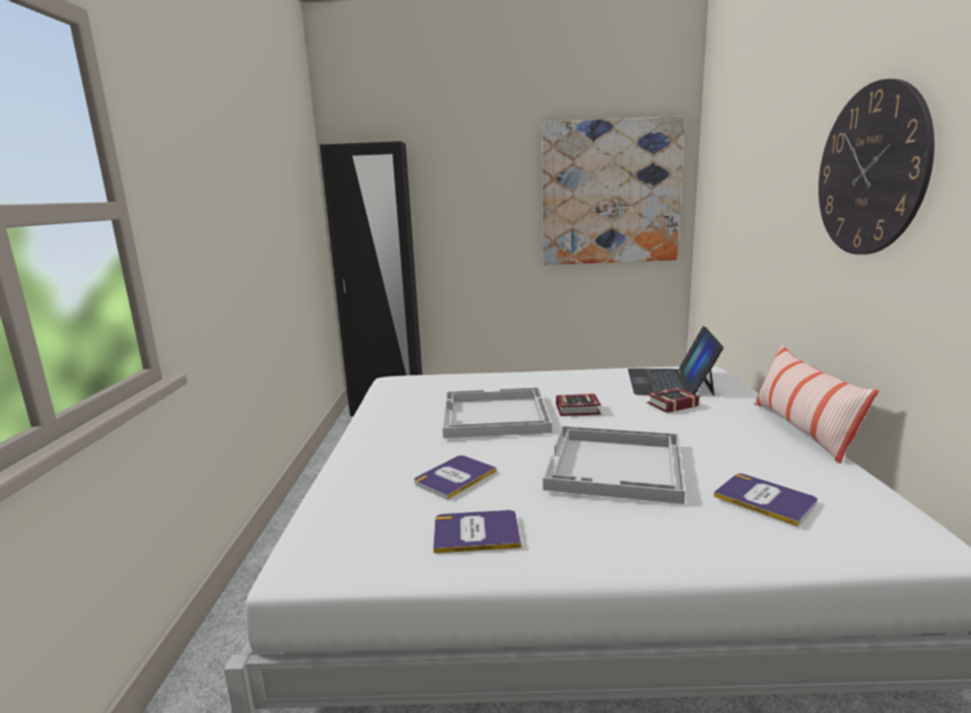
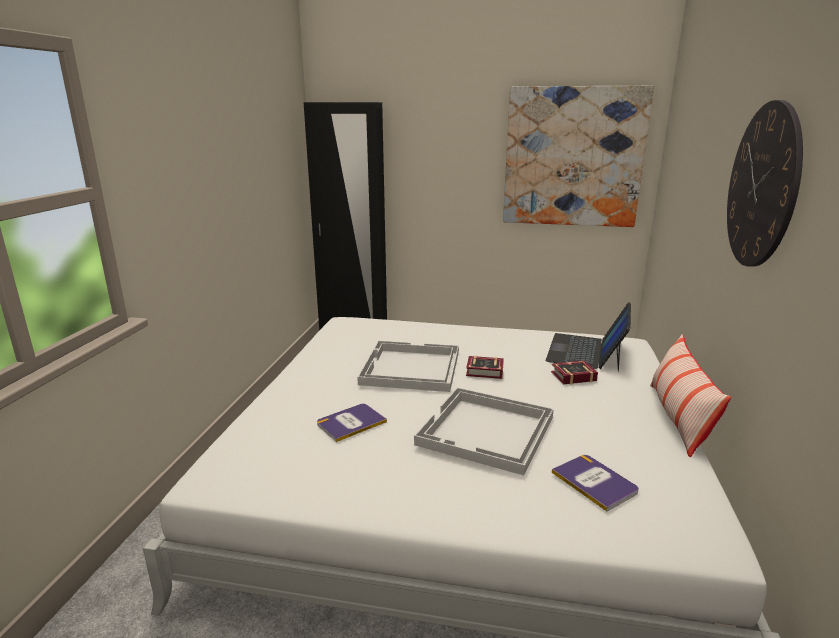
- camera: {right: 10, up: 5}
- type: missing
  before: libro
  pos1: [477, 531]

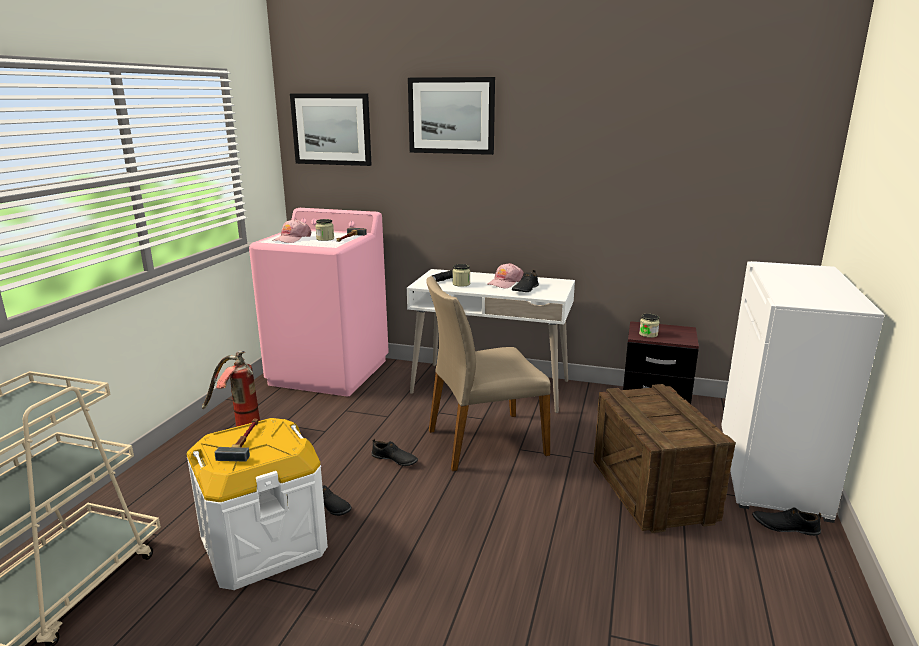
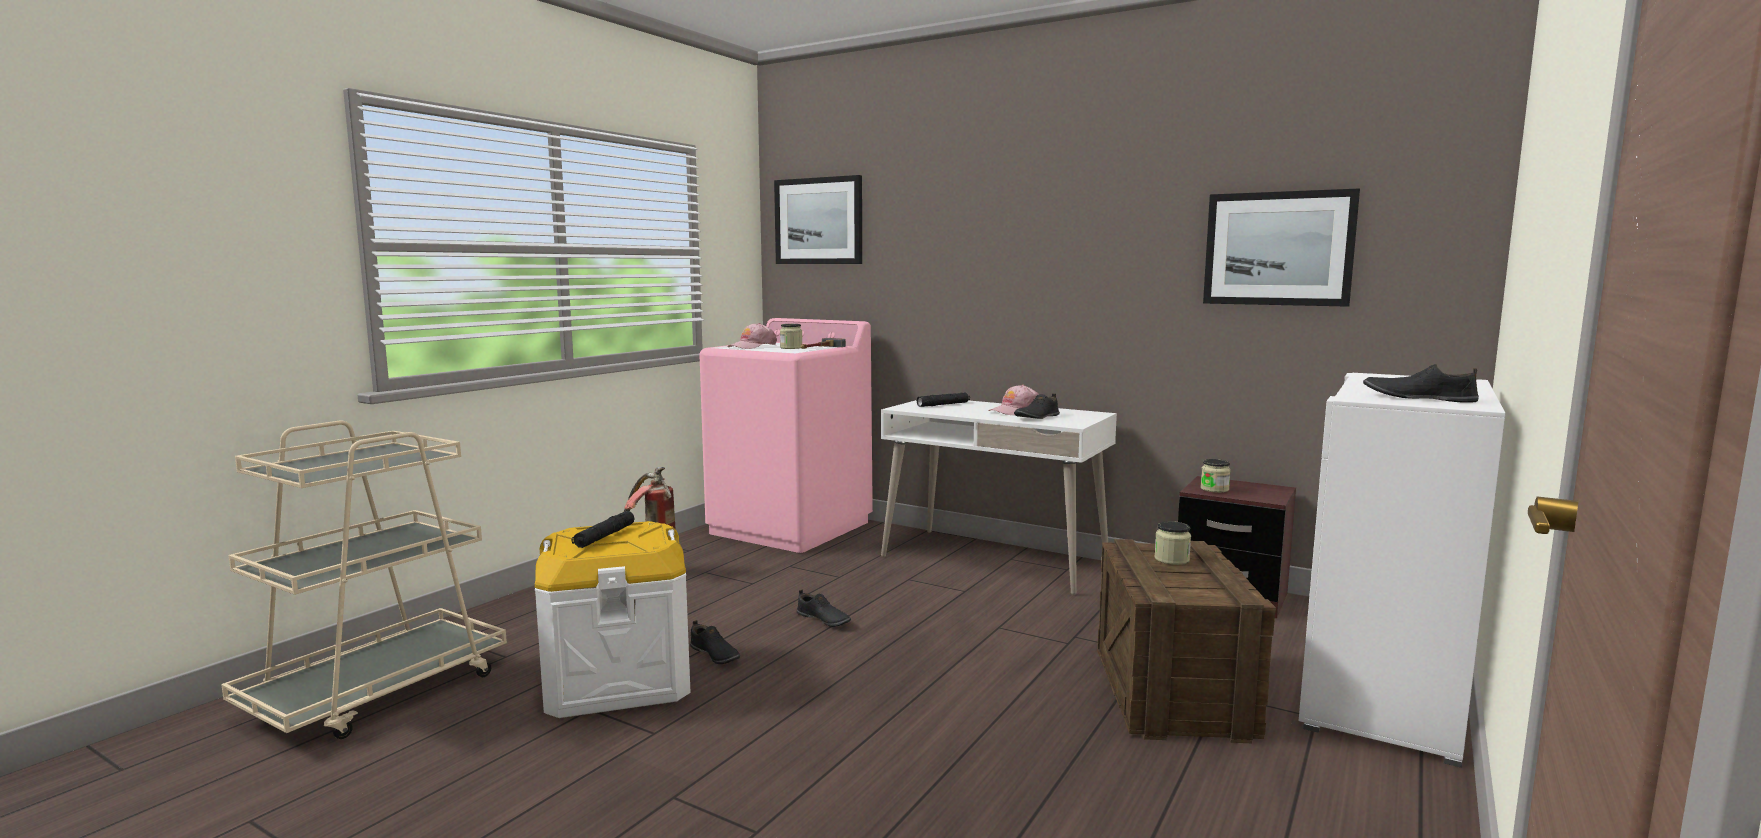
- camera: {right: 15, up: -10}
- type: missing
  before: silla (beis)
  pos1: [488, 373]
- type: relocated
  before: cuadro
  pos1: [451, 116]
  pos2: [1281, 247]
- type: relocated
  before: tarro
  pos1: [461, 275]
  pos2: [1172, 543]
- type: relocated
  before: zapato (negro)
  pos1: [787, 521]
  pos2: [1421, 383]
- type: exchanged
  before: martillo
  after: linterna (negro)
  pos1: [236, 440]
  pos2: [603, 529]

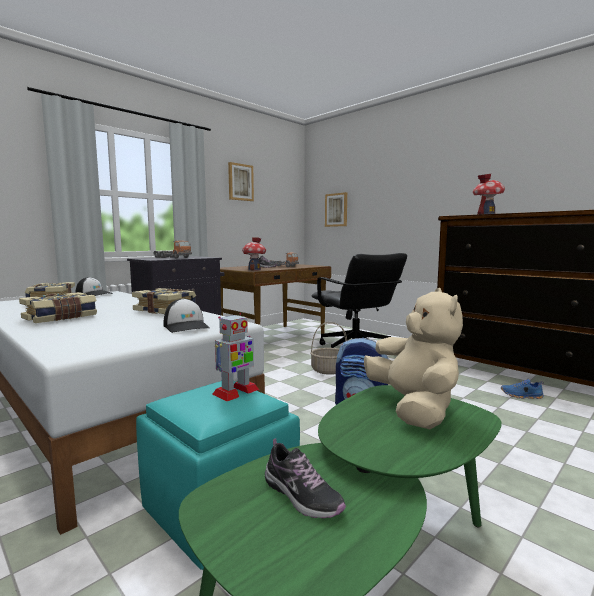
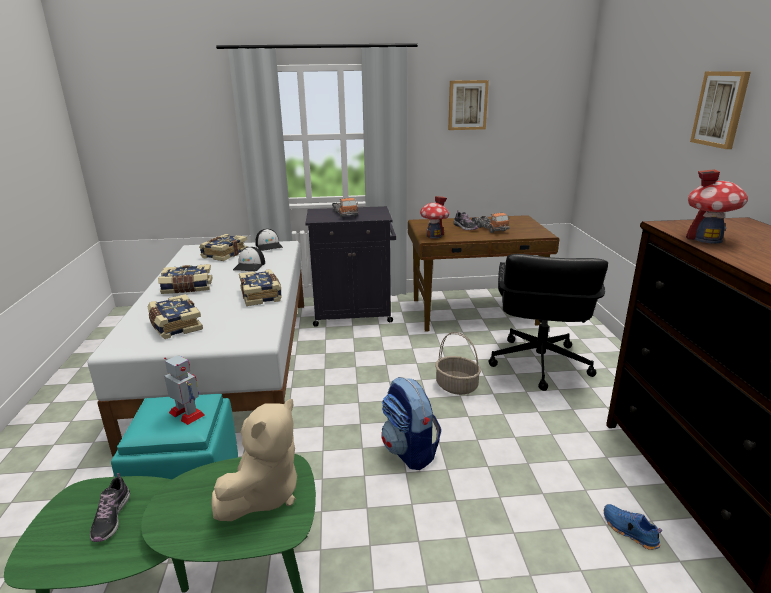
- camera: {right: 40, up: 15}
- type: appeared
  after: libro
  pos2: [175, 316]
- type: relocated
  before: gorra
  pos1: [187, 315]
  pos2: [249, 259]
- type: relocated
  before: cuadro
  pos1: [336, 209]
  pos2: [720, 110]
- type: spun
  before: robot de juguete
  pos1: [235, 357]
  pos2: [184, 390]
  turn: -135

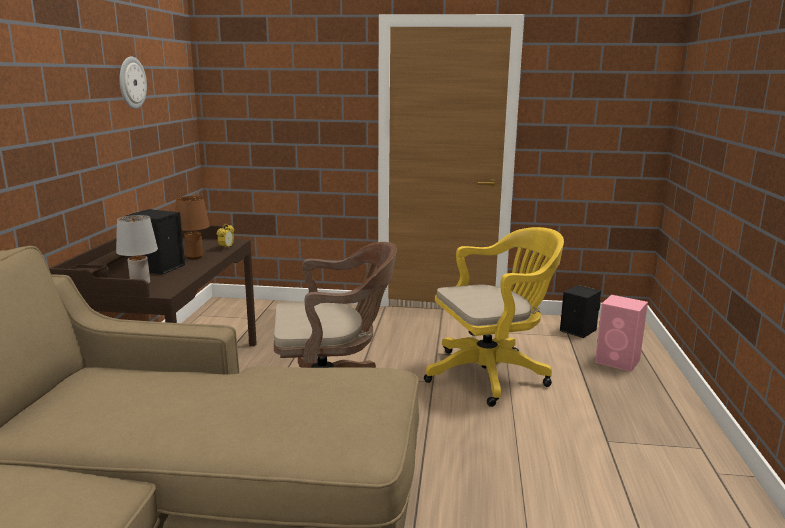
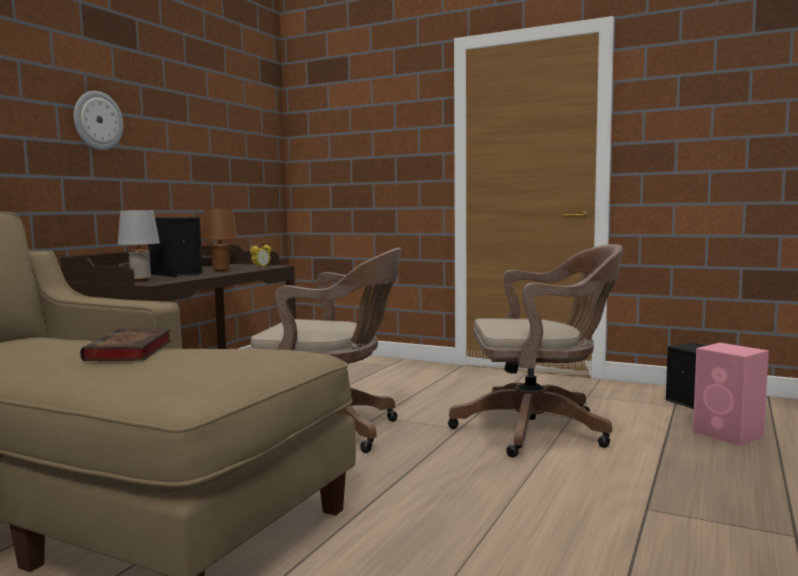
- camera: {right: 20, up: -10}
- type: appeared
  after: libro
  pos2: [126, 345]
- type: relocated
  before: reloj de pared
  pos1: [133, 82]
  pos2: [98, 120]
- type: colour
  before: silla de oficina (amarillo)
  after: silla de oficina (marrón)
  pos1: [494, 317]
  pos2: [535, 350]

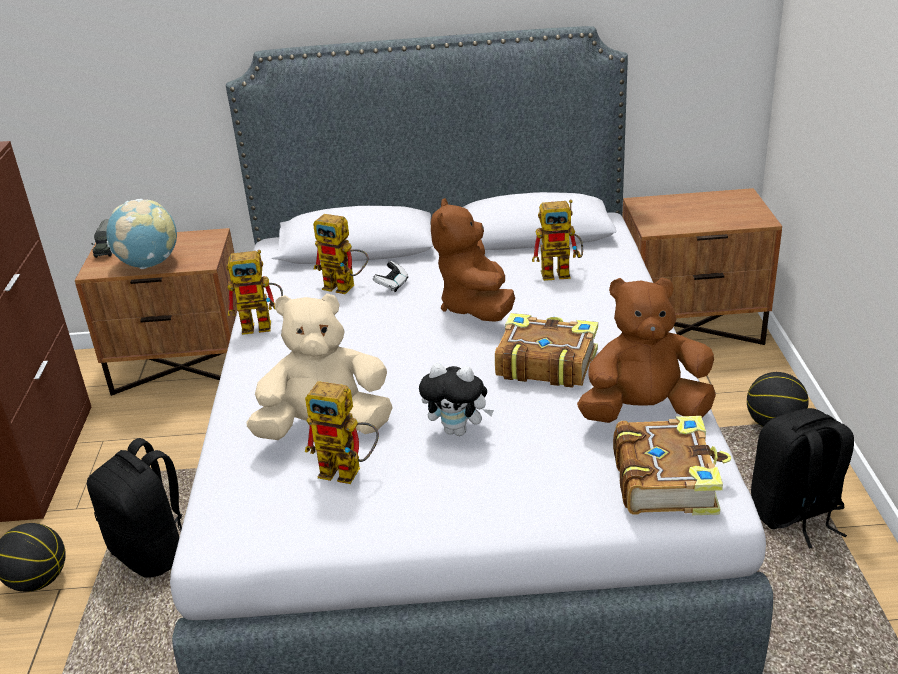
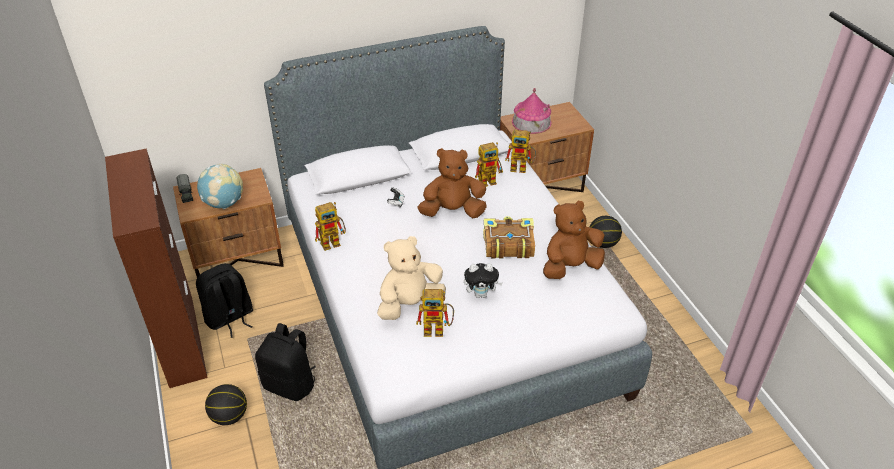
- camera: {right: -20, up: 10}
- type: missing
  before: libro
  pos1: [672, 465]
- type: appeared
  after: casita
  pos2: [532, 111]
- type: relocated
  before: robot de juguete
  pos1: [340, 254]
  pos2: [520, 151]
- type: relocated
  before: mochila (negro)
  pos1: [802, 478]
  pos2: [224, 300]
- type: spun
  before: peluche (marrón)
  pos1: [473, 260]
  pos2: [452, 183]
  turn: 105

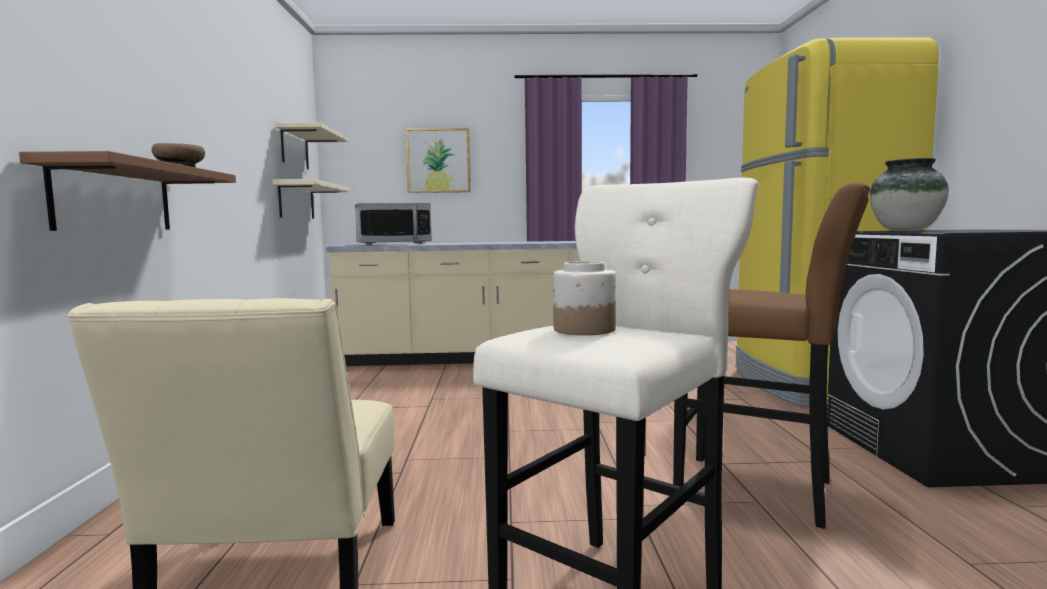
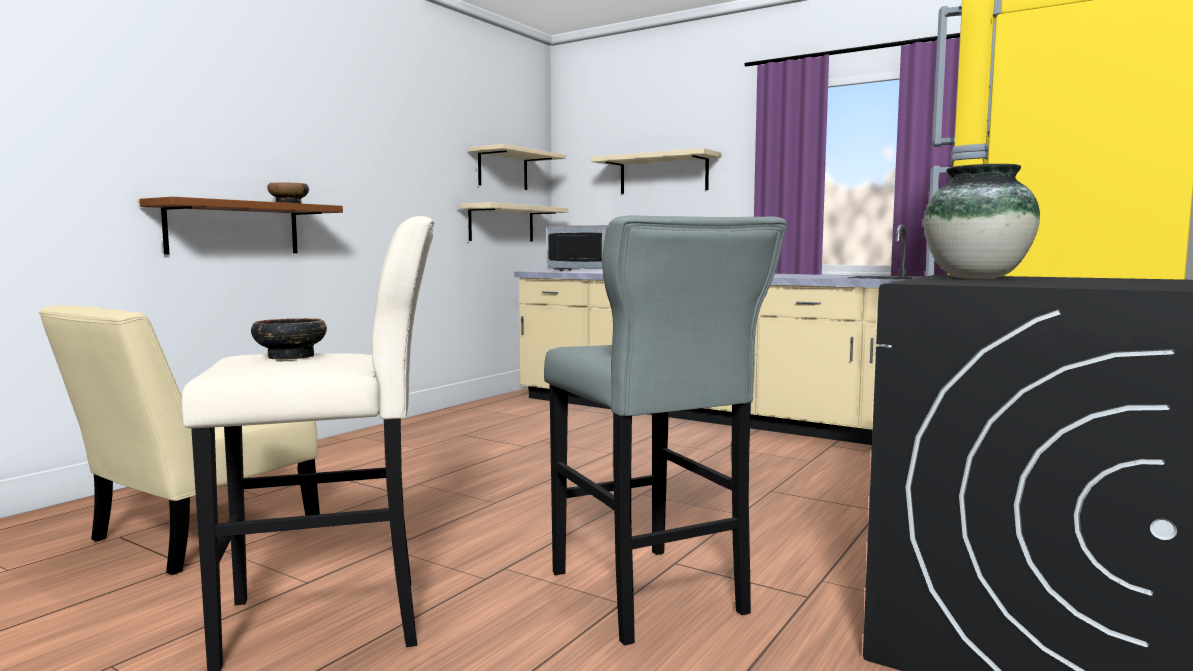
- camera: {right: 35, up: 0}
- type: exchanged
  before: cuadro
  after: estante (beis)
  pos1: [438, 160]
  pos2: [655, 171]
- type: exchanged
  before: tarro
  after: cuenco
  pos1: [584, 298]
  pos2: [289, 339]
- type: colour
  before: taburete (marrón)
  after: taburete (gris)
  pos1: [771, 356]
  pos2: [665, 430]

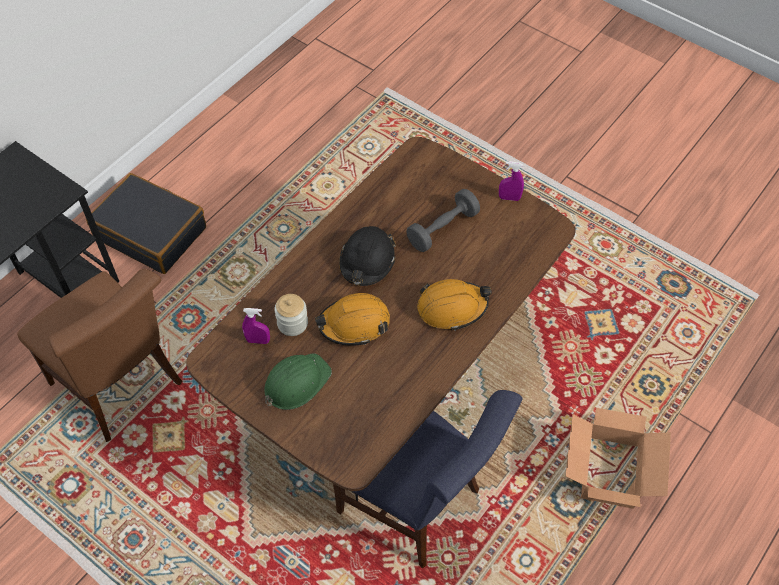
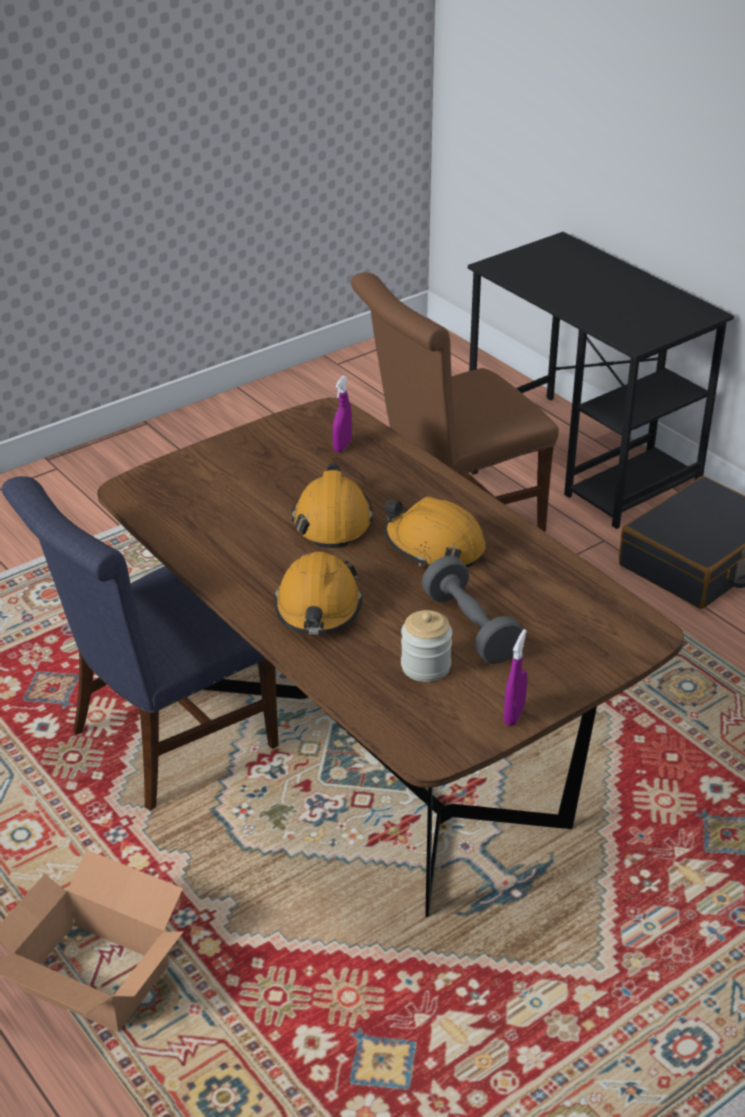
- camera: {right: 105, up: -20}
- type: missing
  before: casco (verde)
  pos1: [298, 381]
- type: relocated
  before: tarro
  pos1: [291, 315]
  pos2: [426, 646]
- type: colour
  before: casco (negro)
  after: casco (naranja)
  pos1: [367, 256]
  pos2: [435, 532]

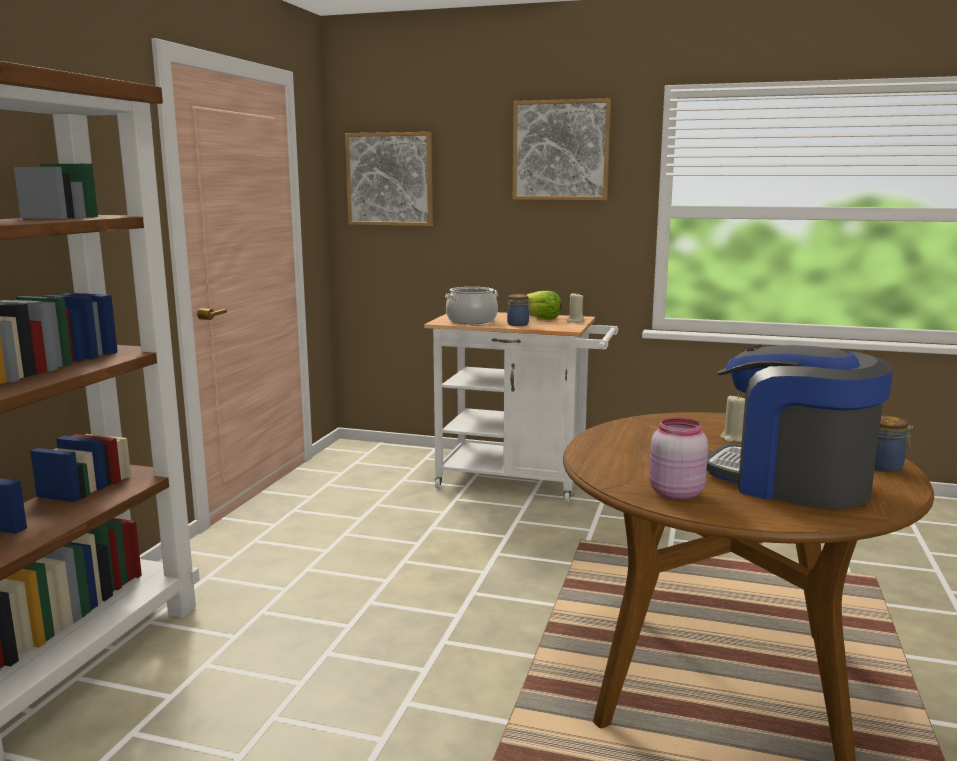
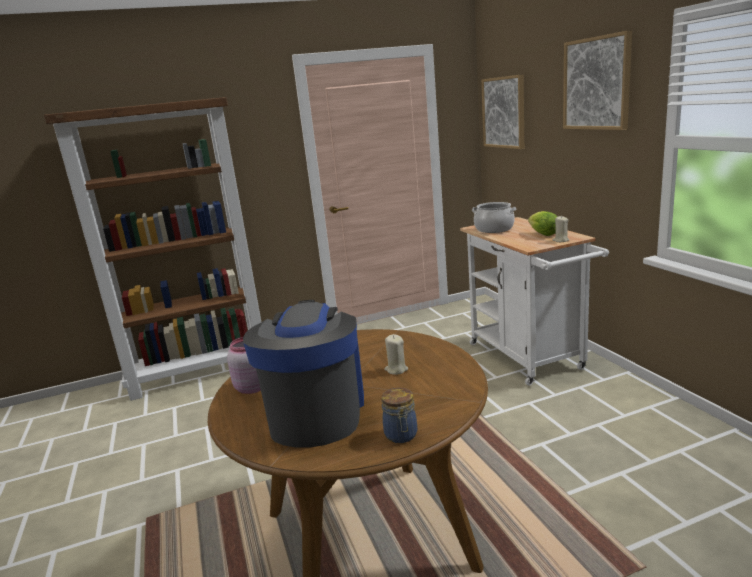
- camera: {right: 55, up: 5}
- type: missing
  before: tarro
  pos1: [519, 310]

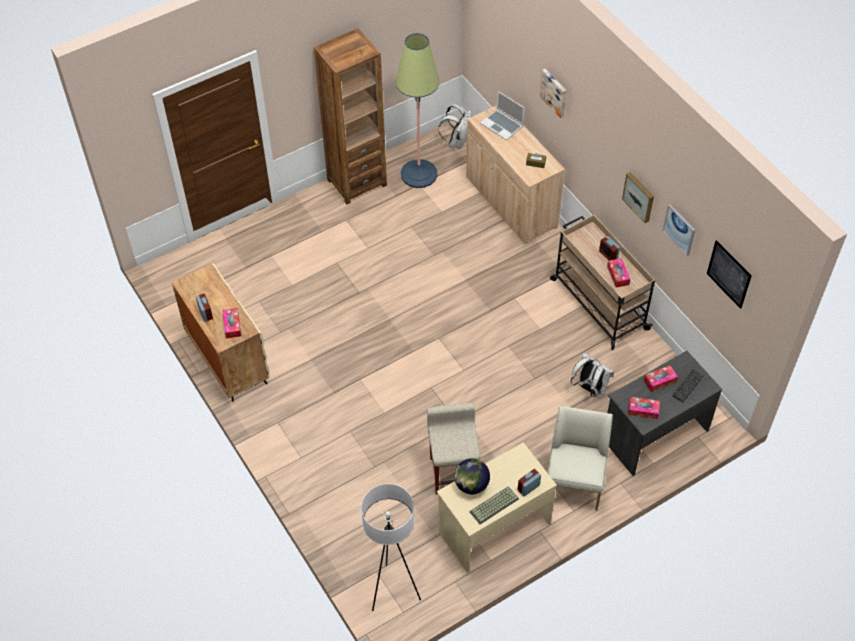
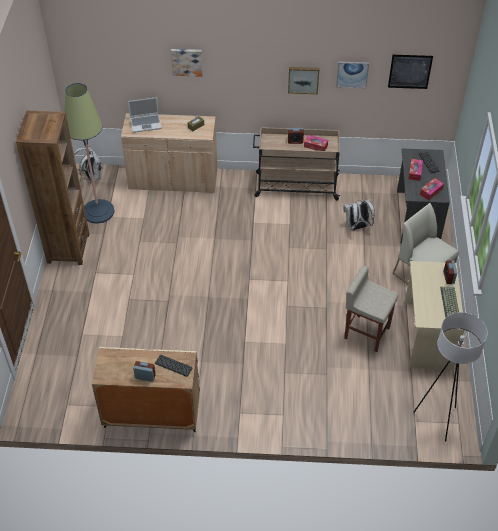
- camera: {right: -55, up: -5}
- type: missing
  before: globo terráqueo
  pos1: [472, 476]
- type: exchanged
  before: caja de pañuelos
  after: teclado
  pos1: [231, 323]
  pos2: [174, 366]

